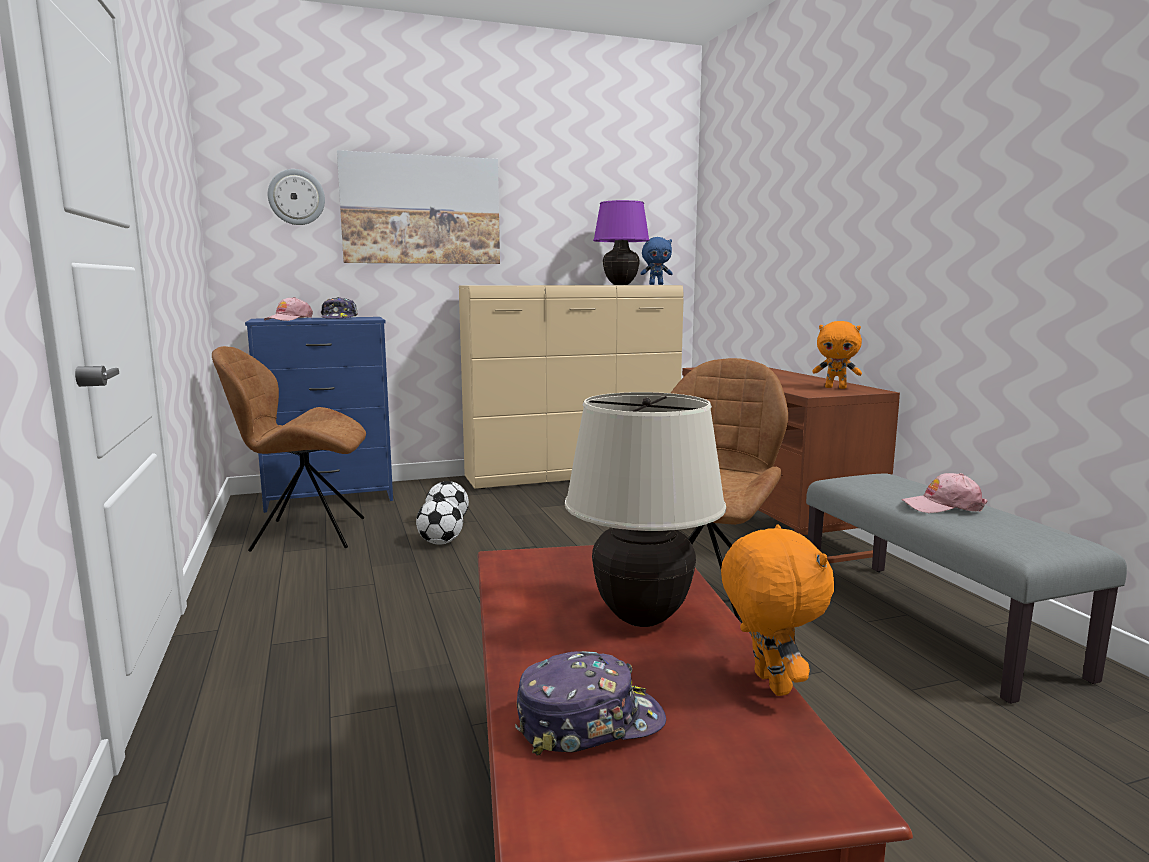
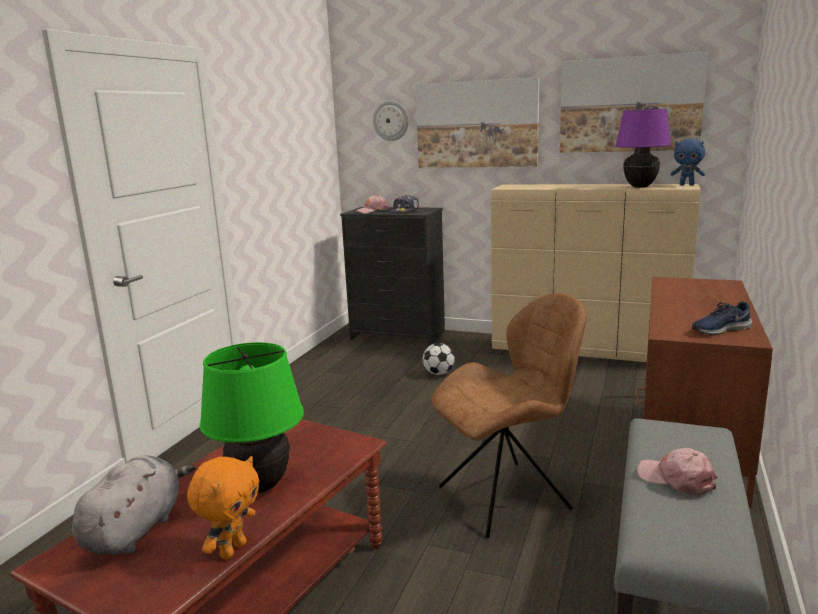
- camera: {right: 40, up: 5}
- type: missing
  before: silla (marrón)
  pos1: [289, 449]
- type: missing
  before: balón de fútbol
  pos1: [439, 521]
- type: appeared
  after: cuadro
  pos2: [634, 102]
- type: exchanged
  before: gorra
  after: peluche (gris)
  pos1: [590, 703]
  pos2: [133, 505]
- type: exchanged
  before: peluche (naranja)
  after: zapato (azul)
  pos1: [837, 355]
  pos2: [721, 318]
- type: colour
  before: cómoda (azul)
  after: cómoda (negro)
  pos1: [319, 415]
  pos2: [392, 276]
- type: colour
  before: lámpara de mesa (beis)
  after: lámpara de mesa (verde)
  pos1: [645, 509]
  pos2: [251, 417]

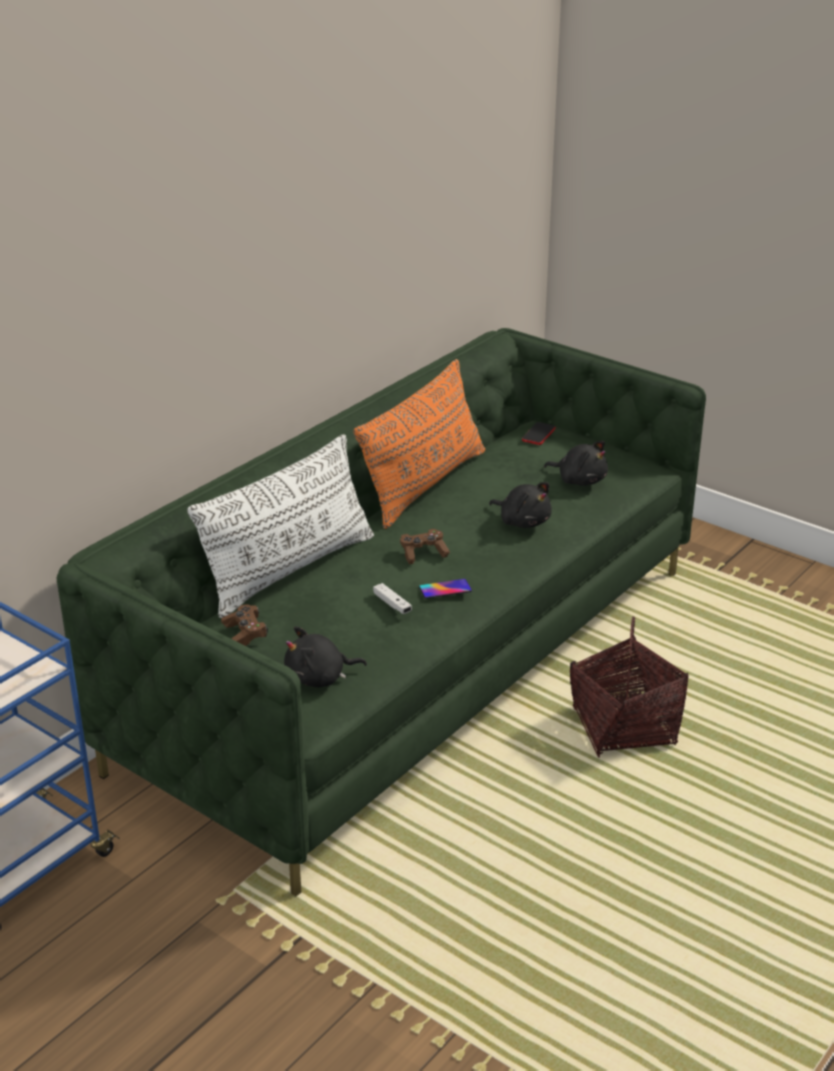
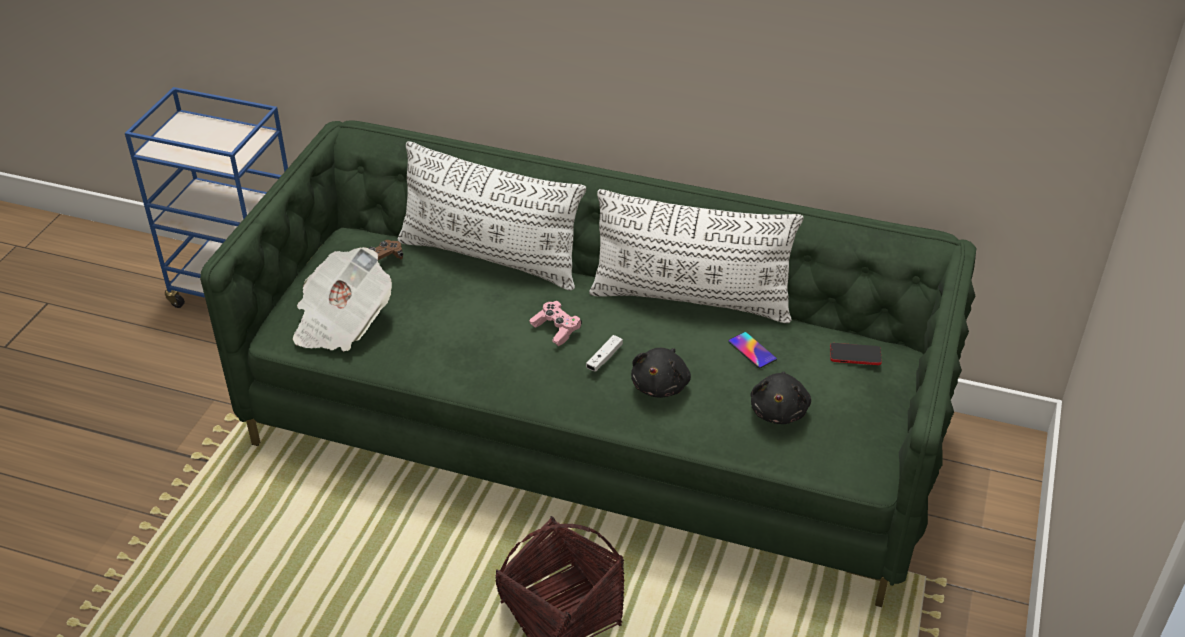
- camera: {right: 70, up: 10}
- type: relocated
  before: mando de consola (blanco)
  pos1: [392, 598]
  pos2: [604, 353]
- type: relocated
  before: móvil
  pos1: [445, 589]
  pos2: [752, 350]
- type: exchanged
  before: peluche (negro)
  after: periódico
  pos1: [325, 656]
  pos2: [342, 299]
- type: colour
  before: cojín (naranja)
  after: cojín (blanco)
  pos1: [419, 444]
  pos2: [696, 256]
- type: colour
  before: mando de consola (marrón)
  after: mando de consola (rosa)
  pos1: [425, 546]
  pos2: [555, 323]

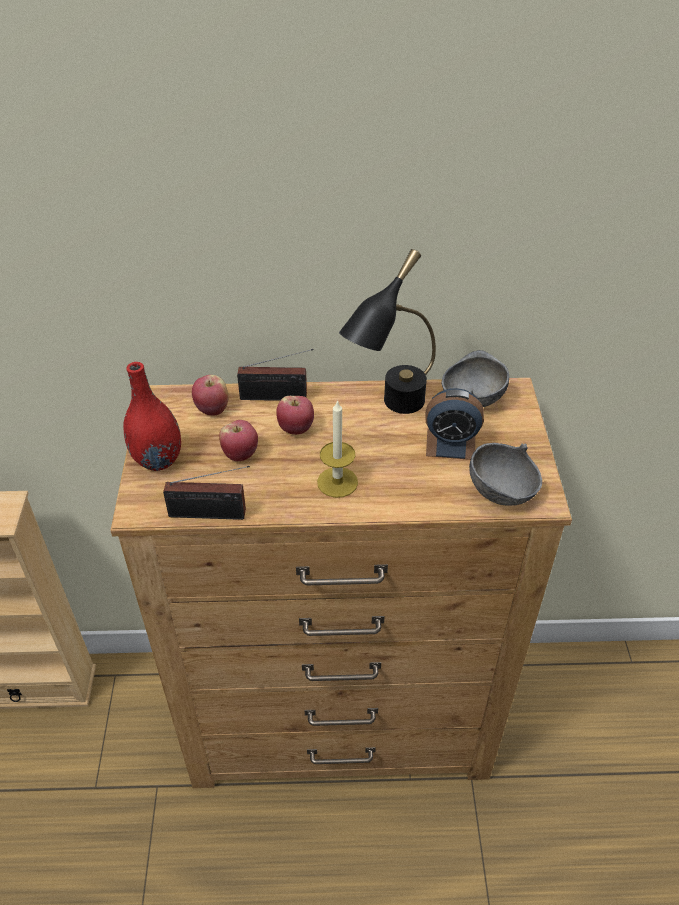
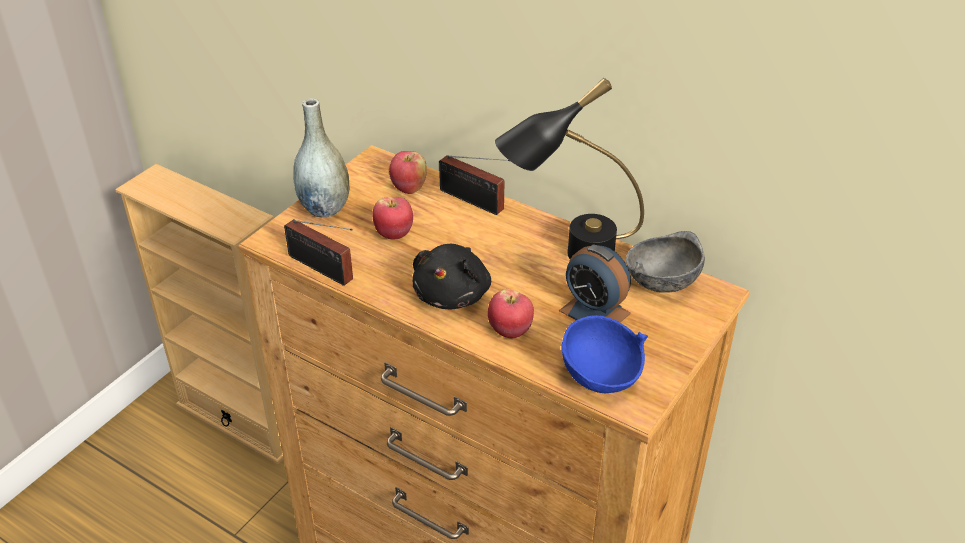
- camera: {right: 35, up: -5}
- type: relocated
  before: manzana
  pos1: [295, 415]
  pos2: [511, 313]
- type: exchanged
  before: vela
  after: peluche (negro)
  pos1: [337, 449]
  pos2: [451, 276]
- type: colour
  before: florero (rojo)
  after: florero (gris)
  pos1: [152, 416]
  pos2: [321, 158]
- type: colour
  before: cuenco (gris)
  after: cuenco (azul)
  pos1: [505, 474]
  pos2: [605, 354]

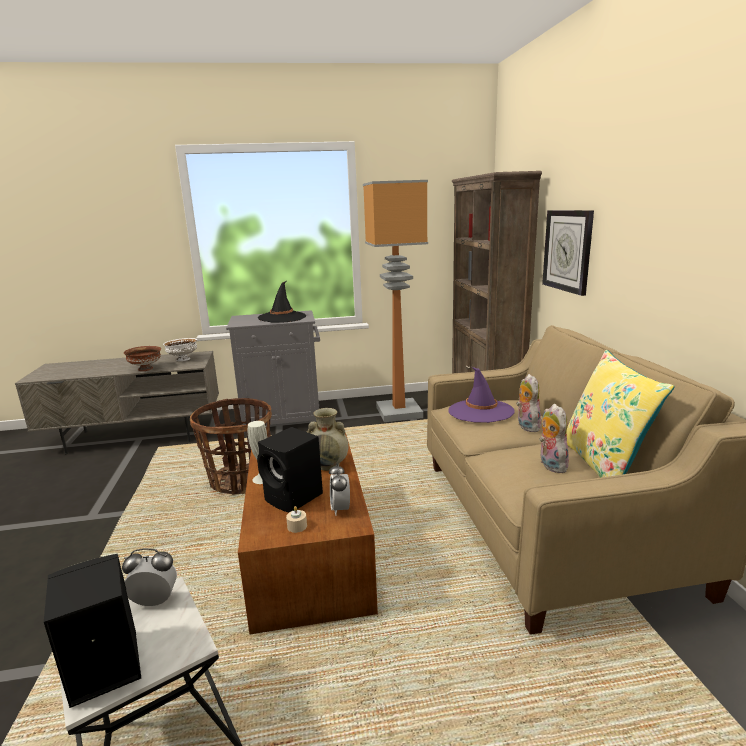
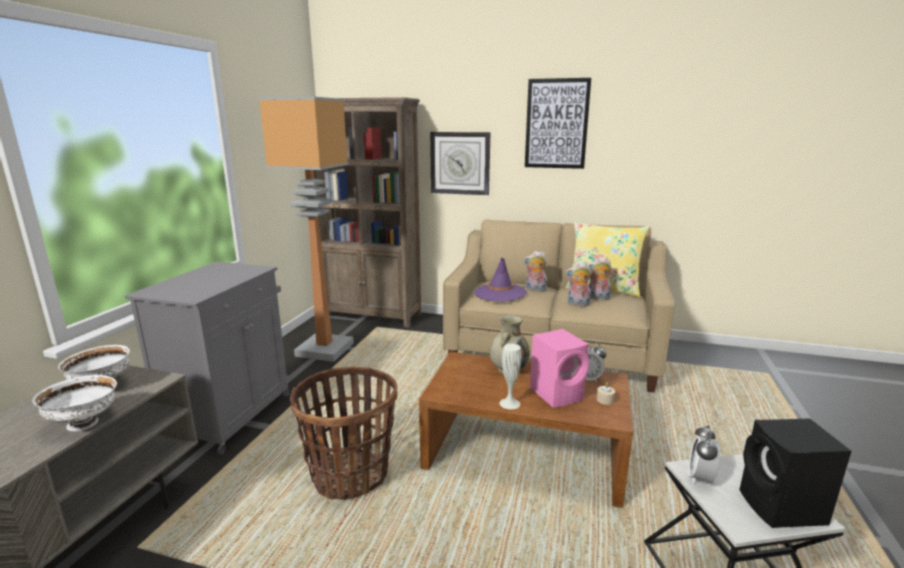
- camera: {right: -65, up: 0}
- type: missing
  before: sombrero (negro)
  pos1: [282, 302]
- type: appeared
  after: cuadro
  pos2: [558, 123]
- type: appeared
  after: peluche
  pos2: [578, 284]
- type: colour
  before: cuenco (marrón)
  after: cuenco (blanco)
  pos1: [142, 358]
  pos2: [74, 403]
- type: colour
  before: altavoz (negro)
  after: altavoz (rosa)
  pos1: [290, 469]
  pos2: [559, 368]

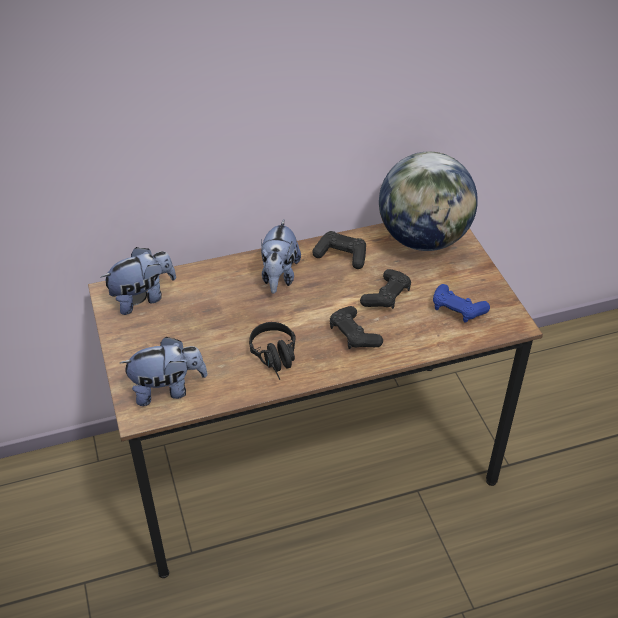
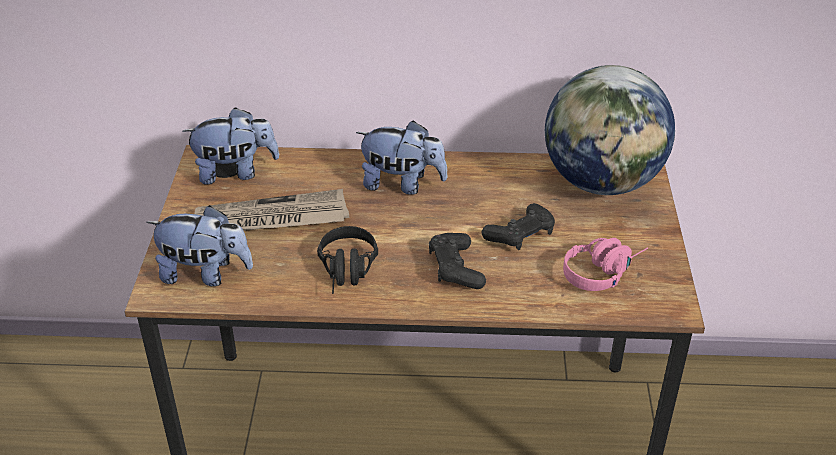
- camera: {right: 20, up: -5}
- type: missing
  before: mando de consola (negro)
  pos1: [339, 250]
- type: appeared
  after: periódico
  pos2: [271, 210]
- type: exchanged
  before: mando de consola (azul)
  after: auriculares (rosa)
  pos1: [461, 303]
  pos2: [605, 264]
- type: spun
  before: peluche
  pos1: [281, 256]
  pos2: [402, 157]
  turn: -105

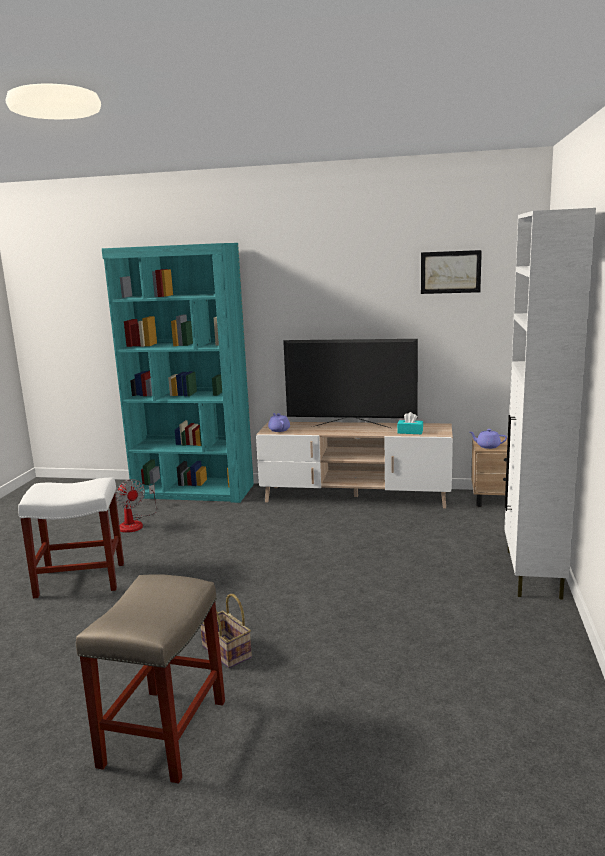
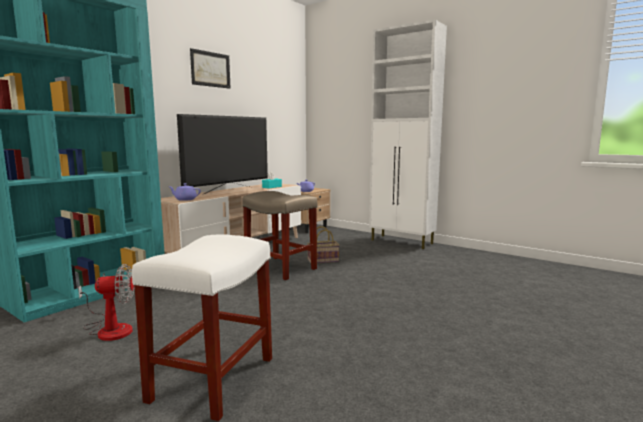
- camera: {right: -65, up: -5}
- type: relocated
  before: taburete (beis)
  pos1: [150, 678]
  pos2: [279, 235]
- type: relocated
  before: cesta
  pos1: [226, 631]
  pos2: [323, 244]
- type: relocated
  before: cuadro
  pos1: [451, 272]
  pos2: [210, 68]

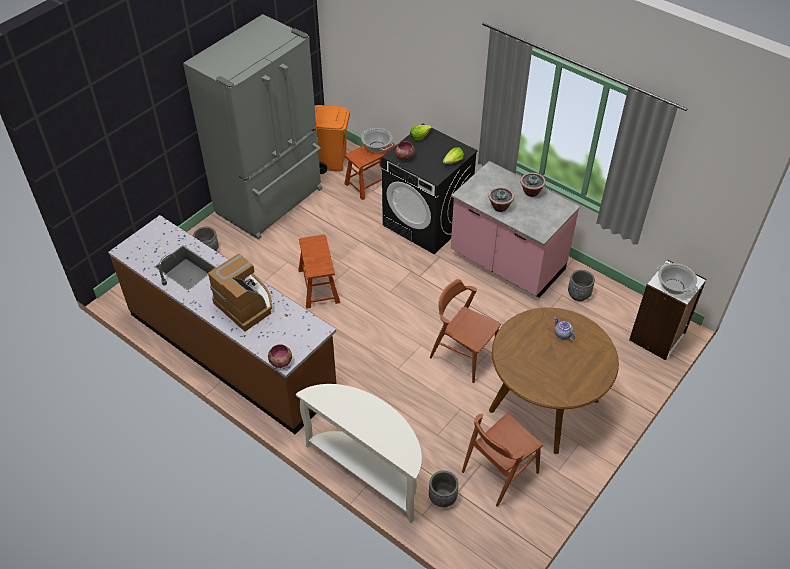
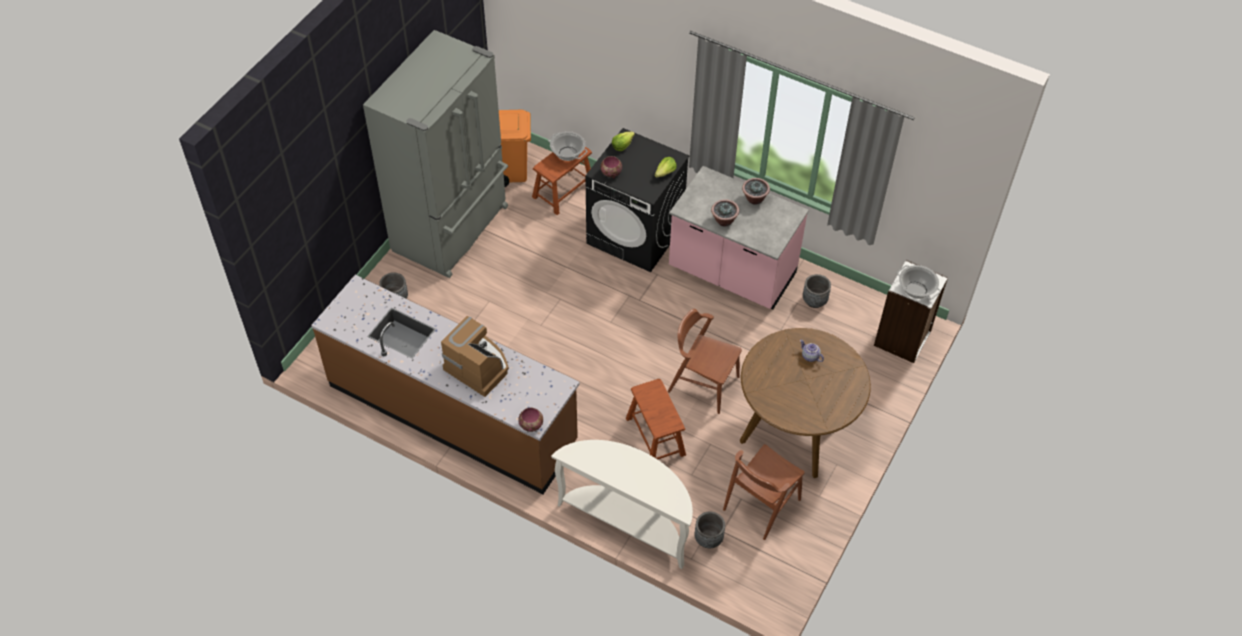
- camera: {right: -10, up: 5}
- type: relocated
  before: taburete (marrón)
  pos1: [319, 272]
  pos2: [656, 419]

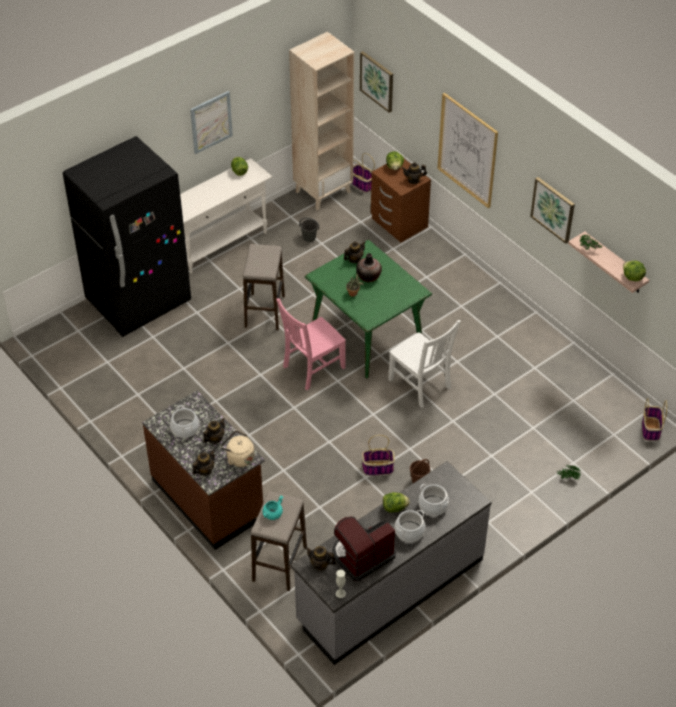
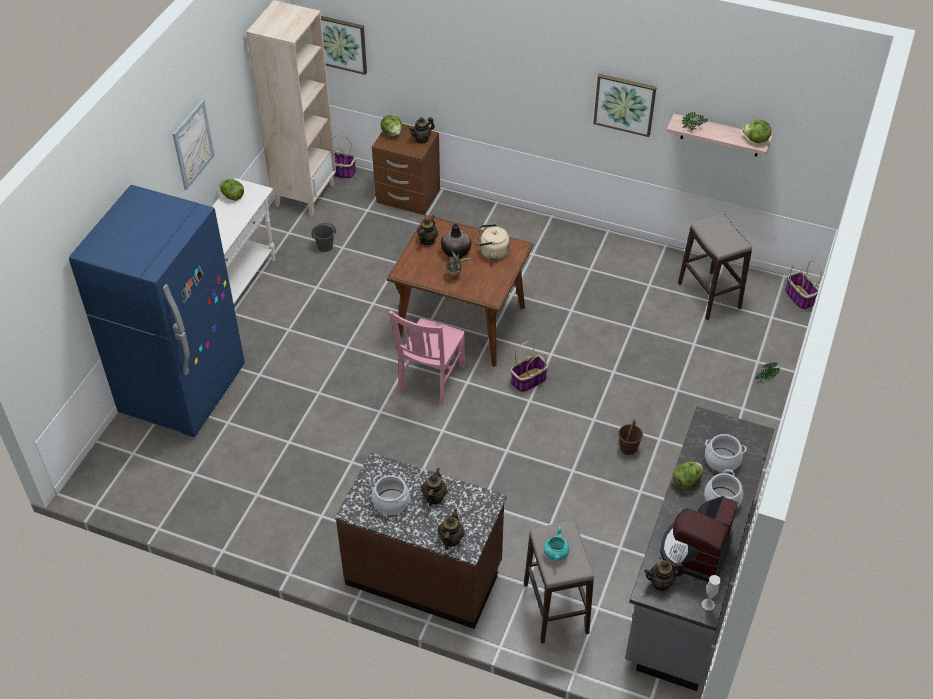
- camera: {right: -30, up: 0}
- type: missing
  before: silla (blanco)
  pos1: [424, 364]
- type: missing
  before: cuadro
  pos1: [467, 150]
- type: relocated
  before: hervidor (beis)
  pos1: [238, 448]
  pos2: [494, 242]
- type: relocated
  before: taburete
  pos1: [264, 287]
  pos2: [715, 266]
- type: relocated
  before: cesta
  pos1: [378, 455]
  pos2: [529, 367]
- type: colour
  before: nevera (negro)
  after: nevera (azul)
  pos1: [127, 236]
  pos2: [157, 311]
- type: colour
  before: mesa de comedor (verde)
  after: mesa de comedor (marrón)
  pos1: [368, 309]
  pos2: [460, 291]

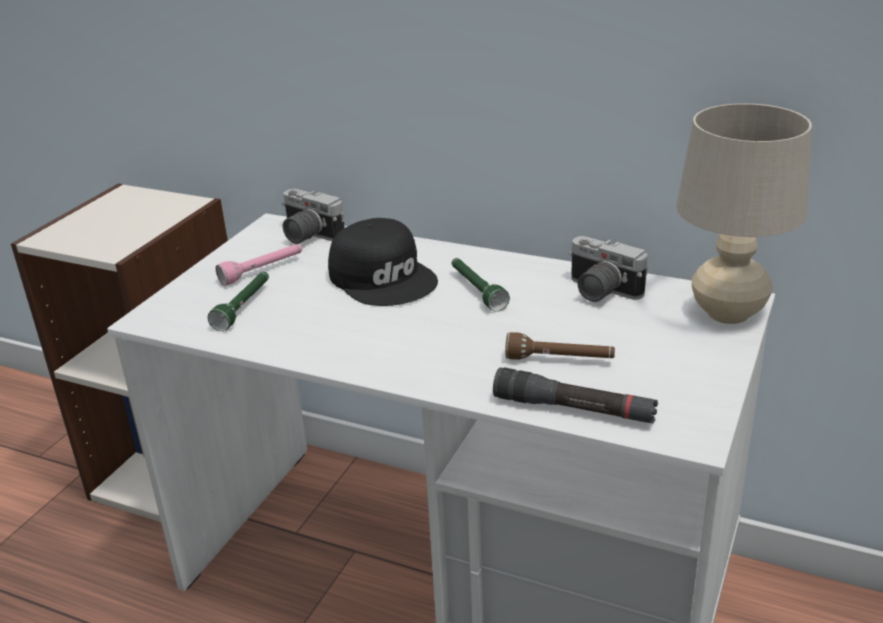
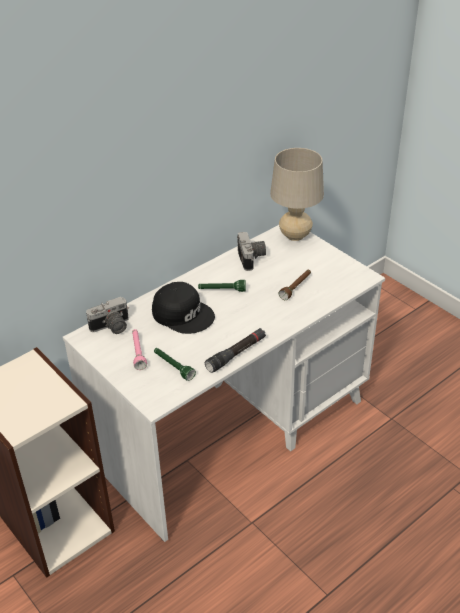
- camera: {right: -65, up: 10}
- type: relocated
  before: linterna (negro)
  pos1: [575, 395]
  pos2: [235, 350]
- type: spun
  before: gorra (negro)
  pos1: [383, 262]
  pos2: [183, 308]
  turn: 45
- type: spun
  before: cámara
  pos1: [608, 269]
  pos2: [251, 251]
  turn: -75

